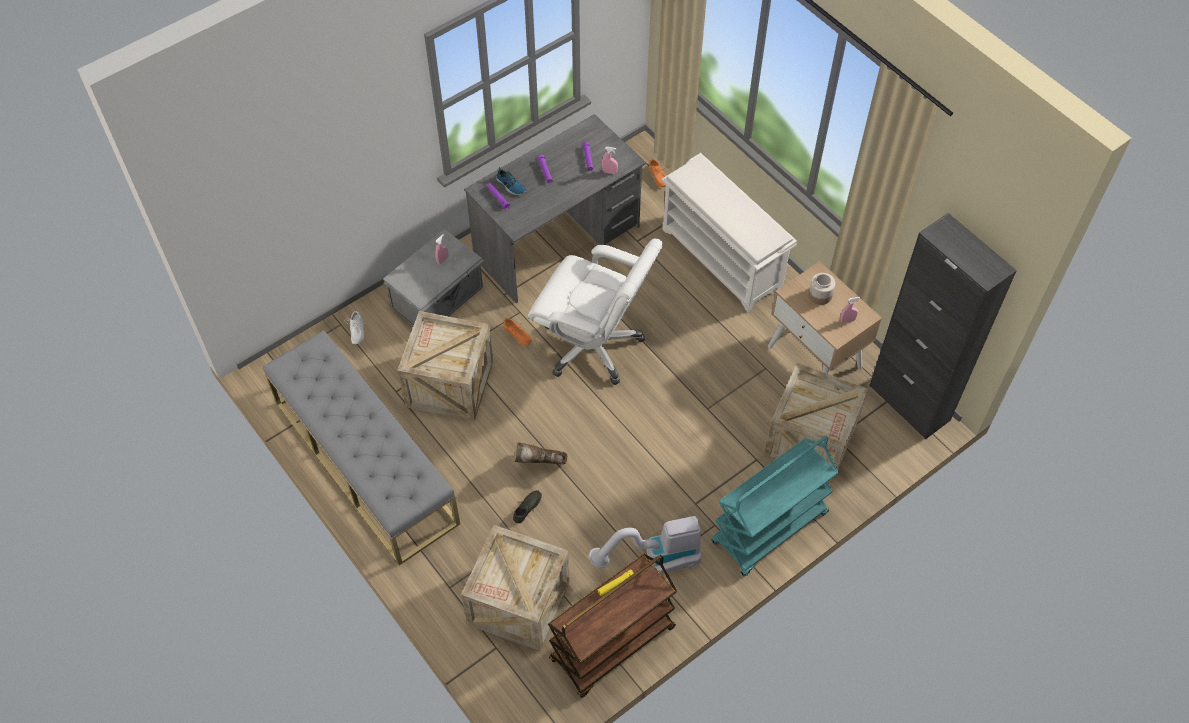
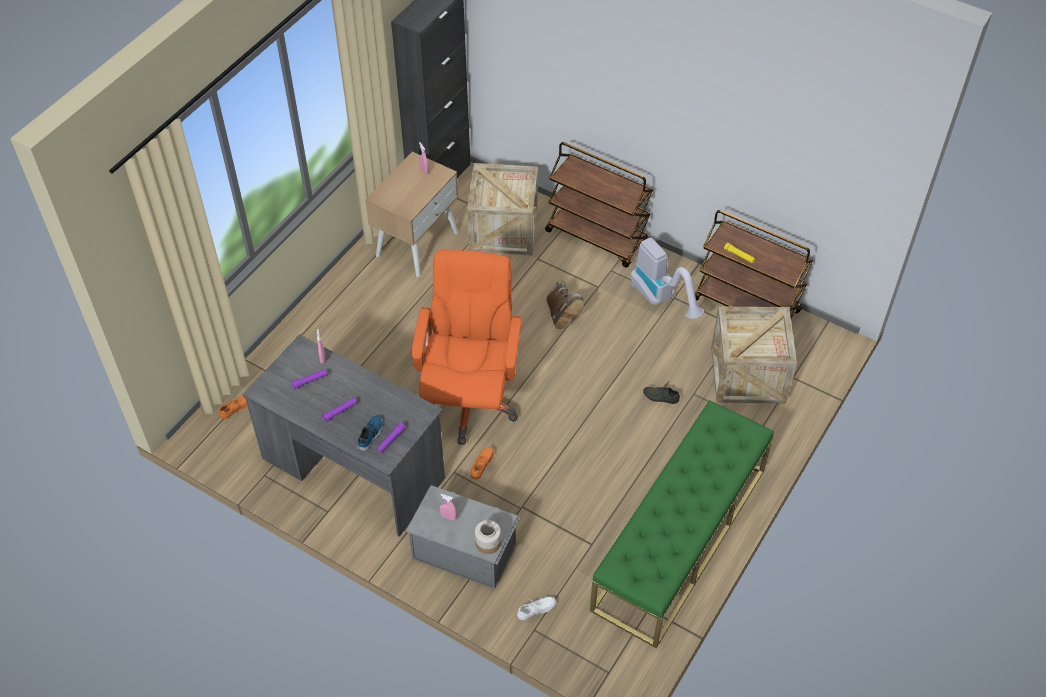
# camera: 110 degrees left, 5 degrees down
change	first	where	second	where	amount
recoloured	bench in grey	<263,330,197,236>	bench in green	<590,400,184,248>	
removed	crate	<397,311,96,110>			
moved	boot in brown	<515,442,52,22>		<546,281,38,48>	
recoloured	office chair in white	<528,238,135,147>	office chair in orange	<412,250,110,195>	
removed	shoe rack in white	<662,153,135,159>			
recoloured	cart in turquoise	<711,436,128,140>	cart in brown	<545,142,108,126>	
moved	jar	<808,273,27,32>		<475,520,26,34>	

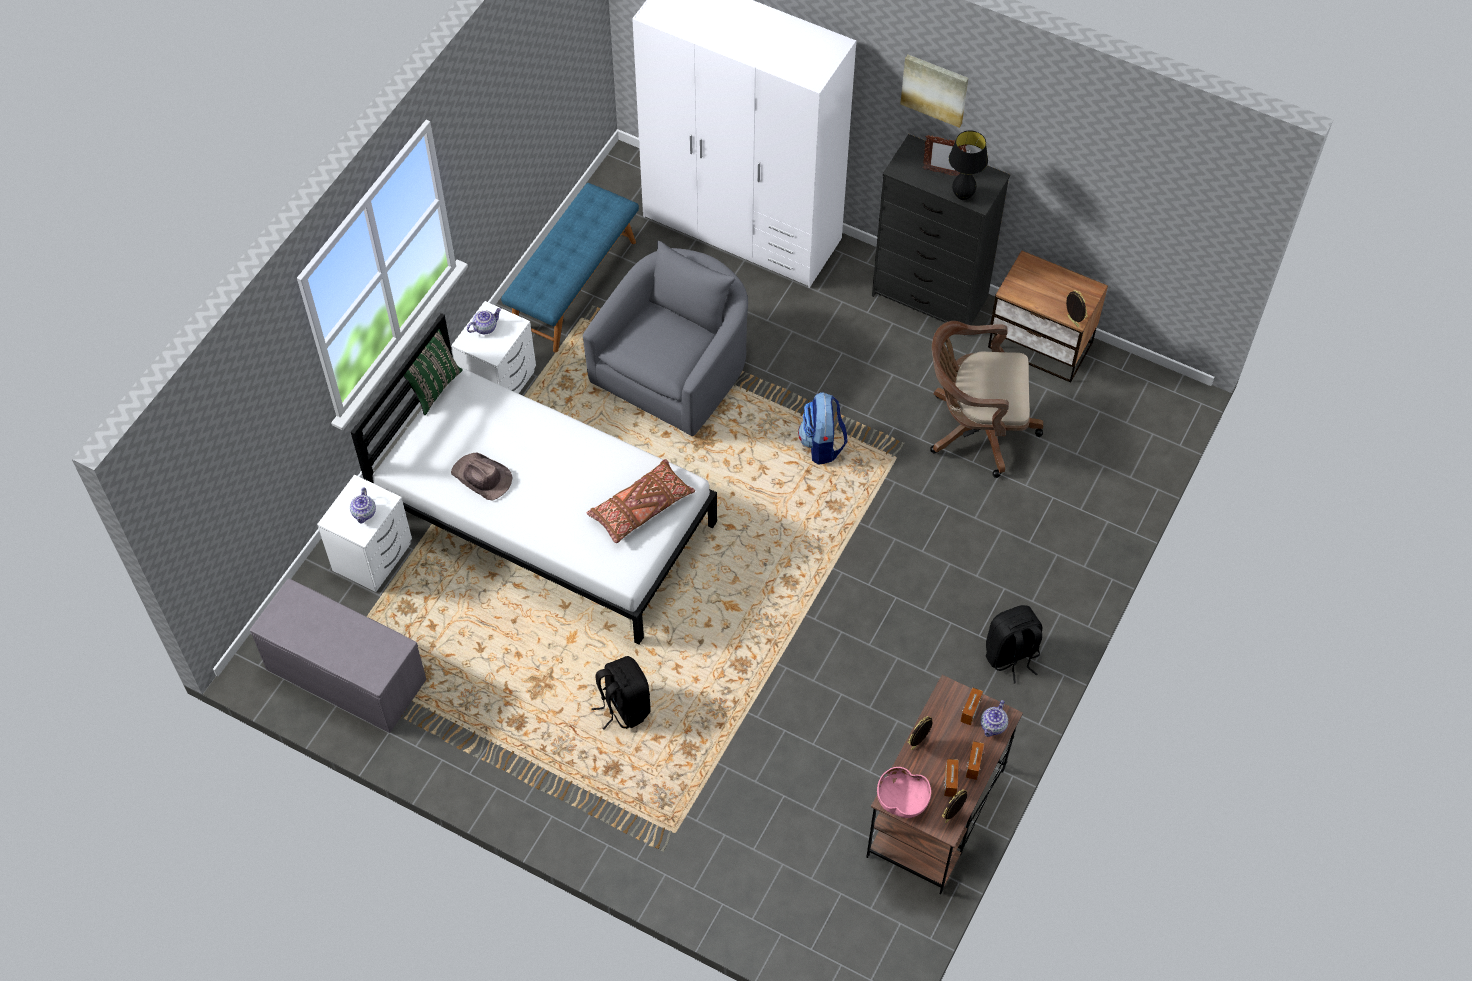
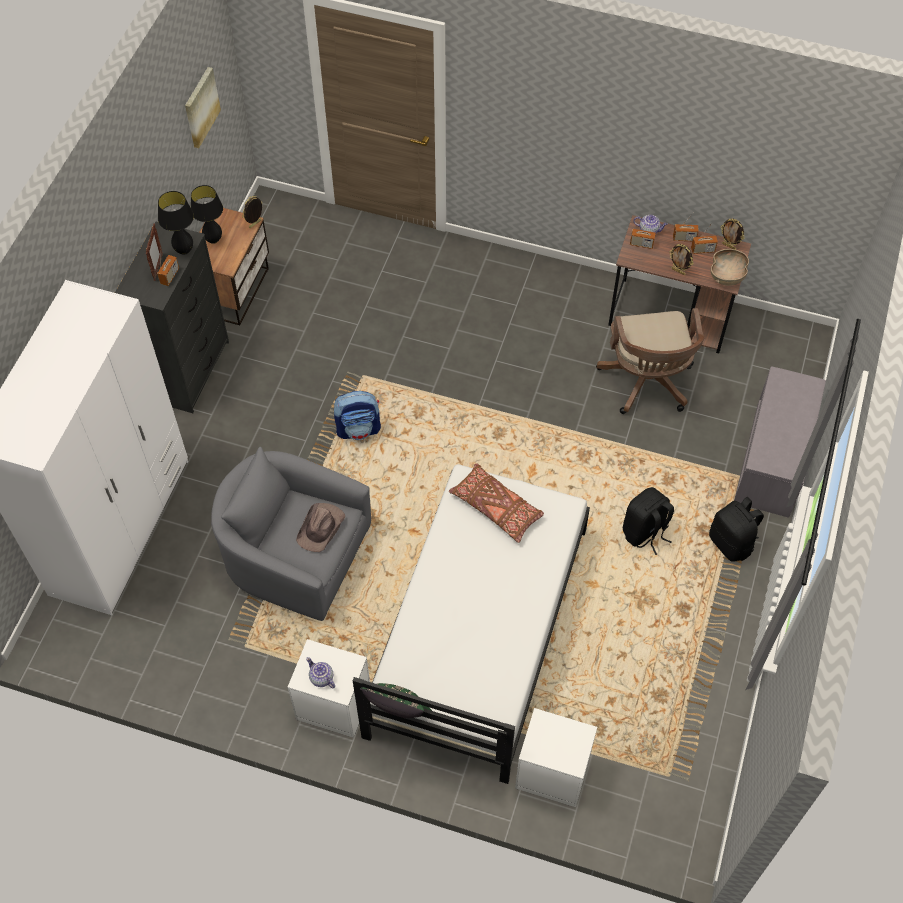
# camera: 100 degrees left, 0 degrees up
change	first	where	second	where	amount
moved	bench in grey	<250,579,177,154>		<734,366,92,152>	
removed	teapot	<350,487,26,37>			
moved	hat in brown	<451,453,61,48>		<296,503,50,49>	
removed	bench in blue	<501,183,138,170>			
recoloured	bowl in pink	<877,767,54,51>	bowl in brown	<711,249,38,37>	
moved	picture	<900,54,69,74>		<185,67,36,81>	
moved	office chair in brown	<930,321,113,157>		<596,308,108,106>	
moved	backpack in black	<986,605,56,78>		<709,497,55,65>	
added			radio	<157,248,22,38>	
added			table lamp in black	<191,185,32,59>	

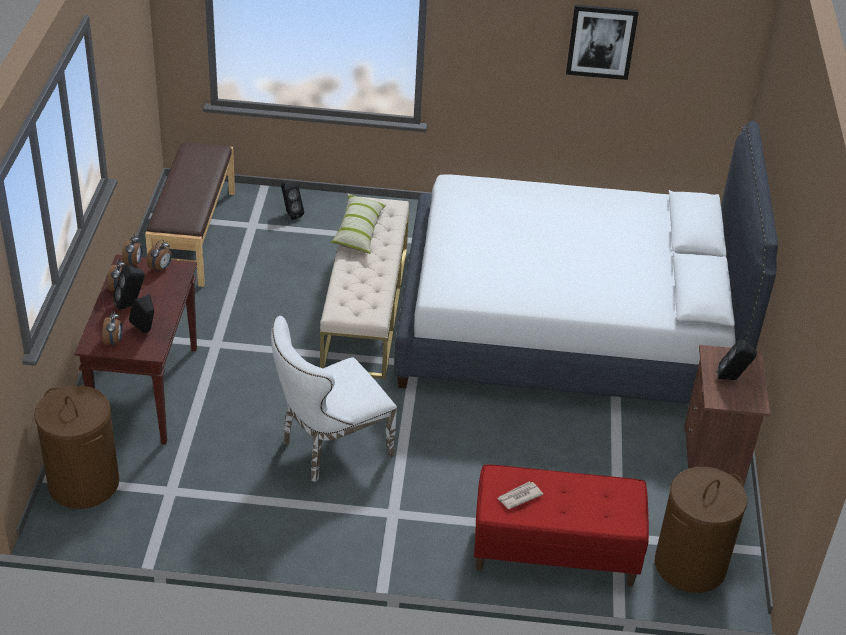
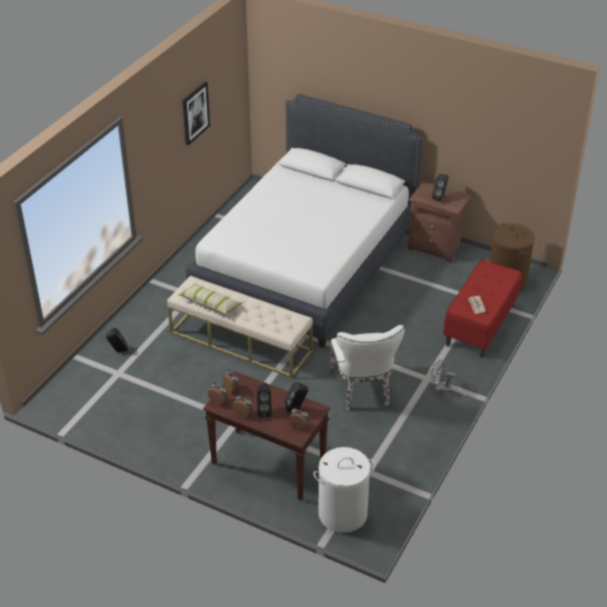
# camera: 65 degrees left, 0 degrees up
change	first	where	second	where	amount
recoloured	laundry basket in brown	<34,385,85,124>	laundry basket in white	<314,447,61,86>	
removed	bench in brown	<145,142,90,145>			
added			fan in grey	<431,360,25,32>	

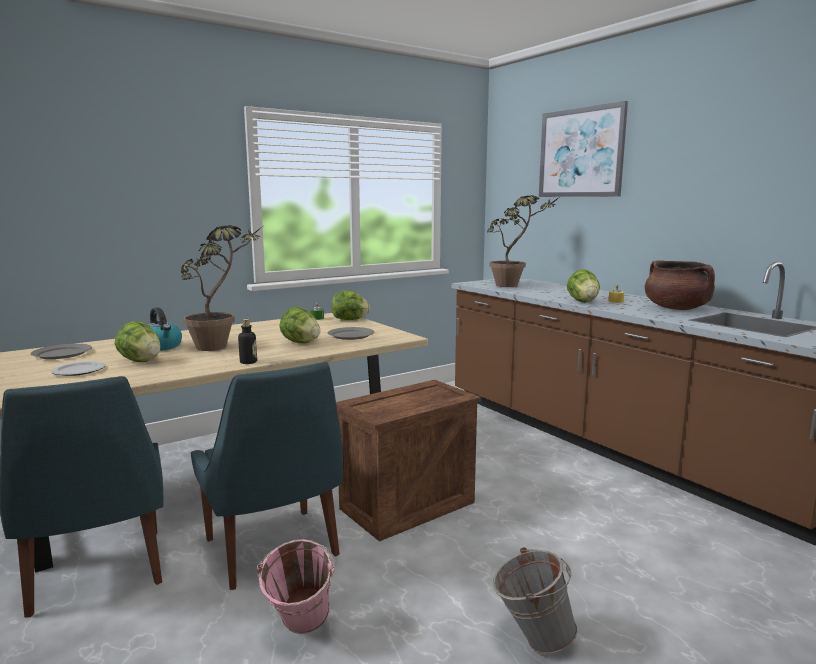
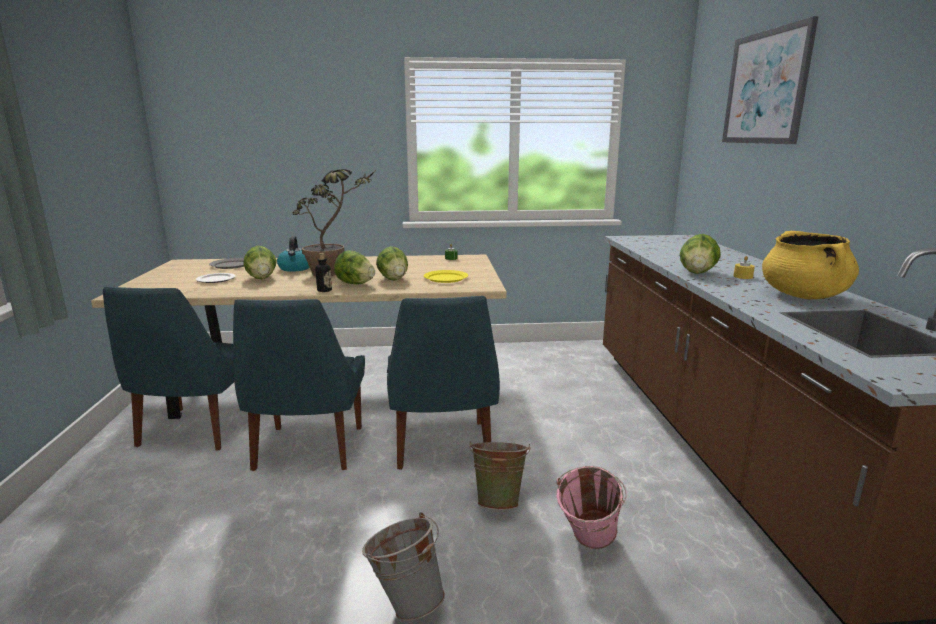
# camera: 30 degrees right, 5 degrees up
change	first	where	second	where	amount
moved	bucket in pink	<257,539,79,95>		<556,466,71,83>	
recoloured	plate in grey	<328,327,47,13>	plate in yellow	<424,270,44,13>	
moved	lettuce	<332,290,38,30>		<334,250,41,34>	
replaced	crate	<336,380,145,161>	chair in blue	<387,296,113,174>	
removed	potted plant	<487,195,71,92>			
recoloured	cooking pot in brown	<645,260,70,50>	cooking pot in yellow	<762,231,97,68>	
added			bucket in green	<469,441,61,69>	

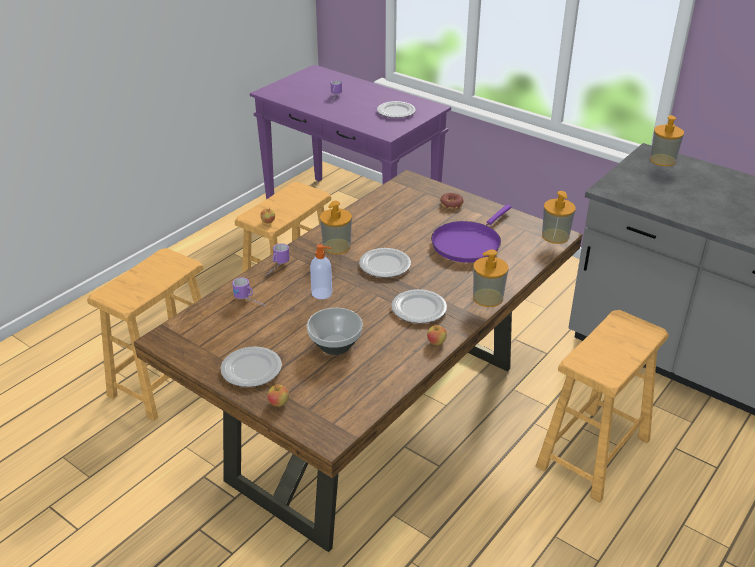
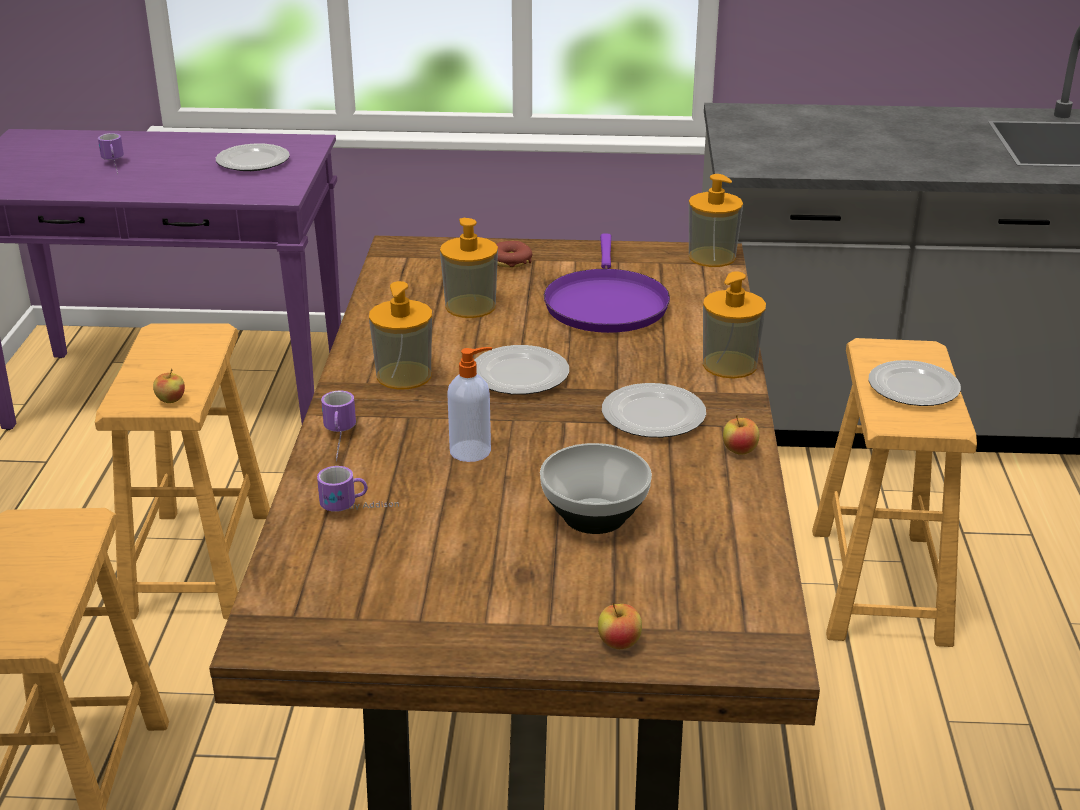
# camera: 35 degrees left, 5 degrees down
change	first	where	second	where	amount
moved	plate	<221,347,61,40>		<869,360,92,46>	
moved	soap dispenser	<650,115,34,51>		<440,218,58,100>	

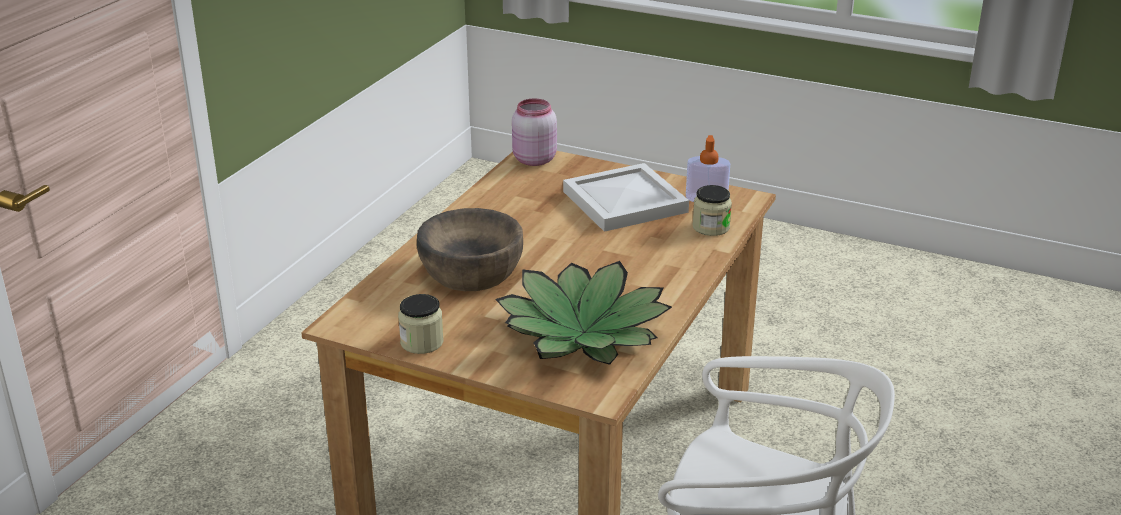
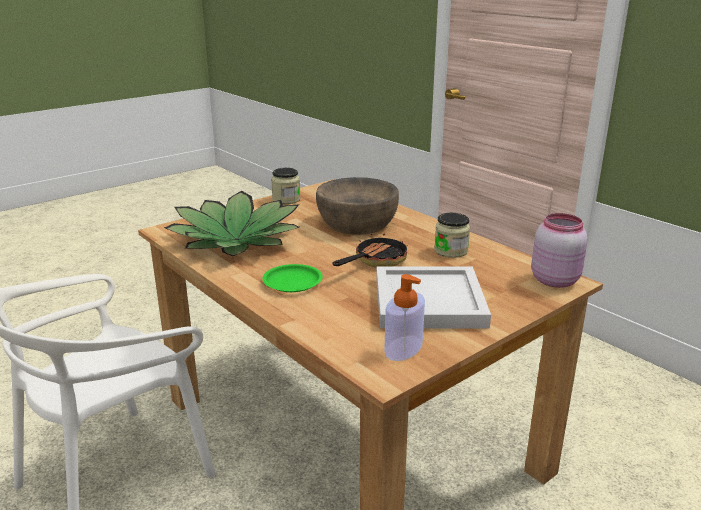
# camera: 115 degrees right, 5 degrees down
change	first	where	second	where	amount
moved	jar	<692,185,40,51>		<434,213,36,45>	
added			plate in green	<263,264,60,28>	
added			frying pan	<333,233,75,35>	

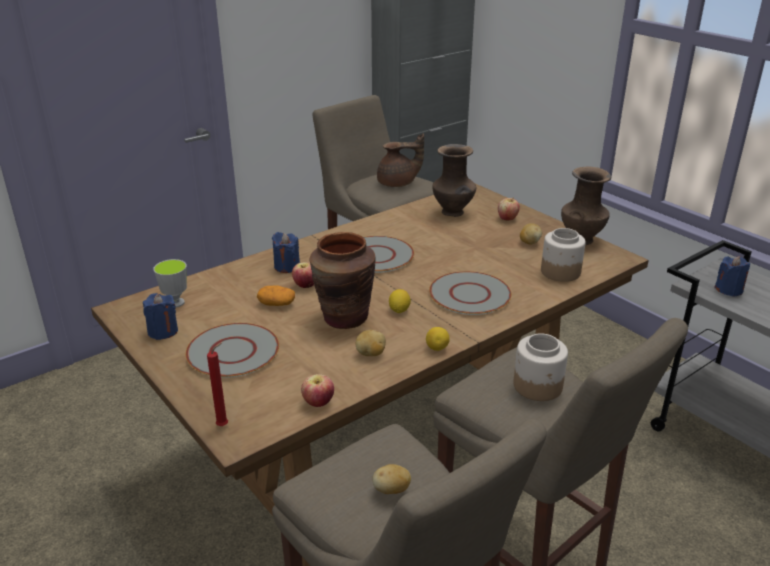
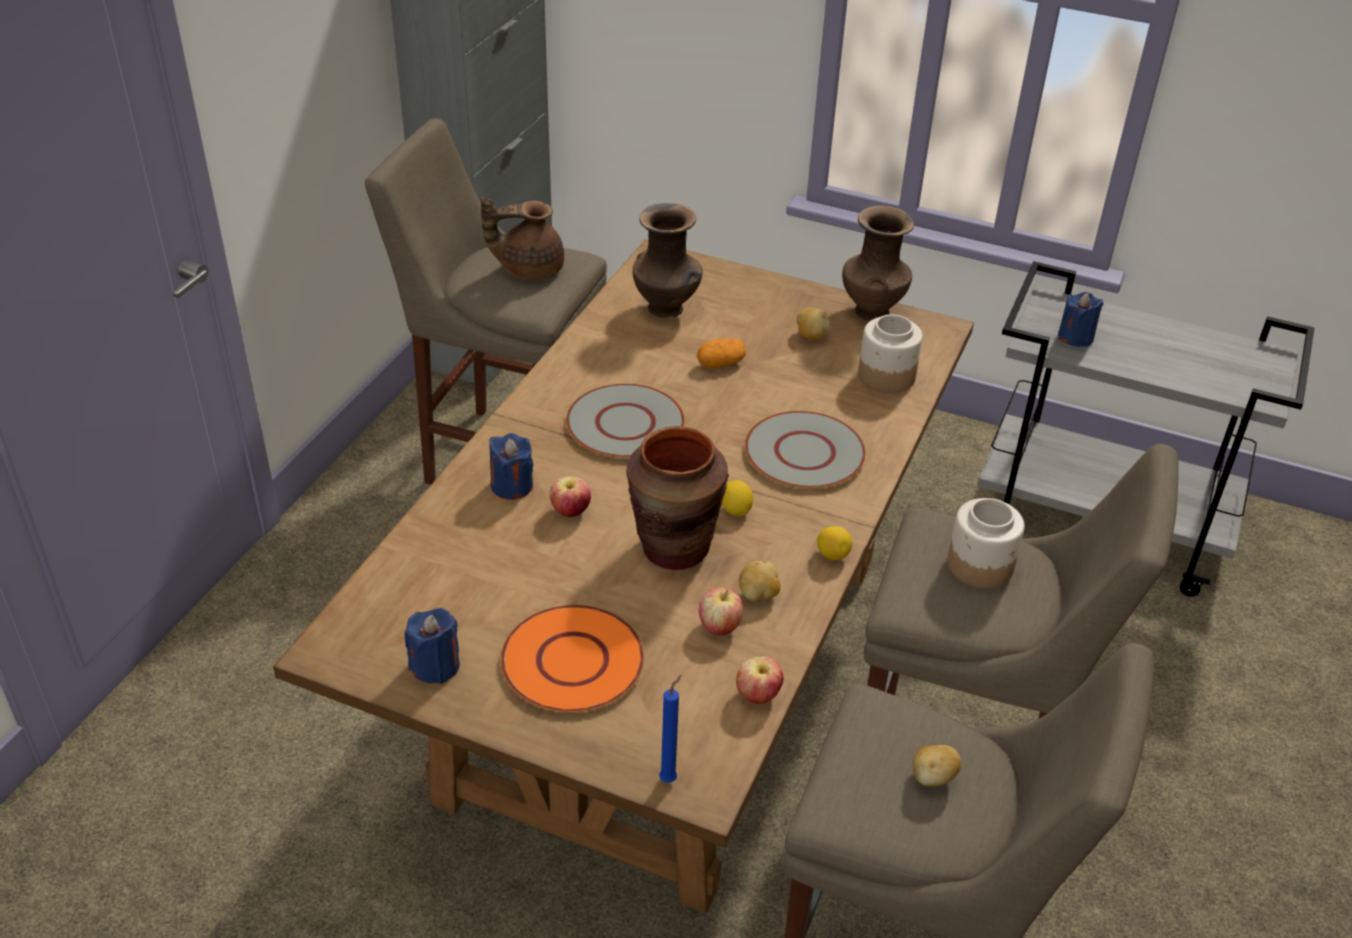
# camera: 30 degrees left, 10 degrees up
change	first	where	second	where	amount
removed	cup	<154,259,33,48>			
recoloured	plate in grey	<186,323,93,55>	plate in orange	<500,605,144,108>	
recoloured	candle in red	<207,343,21,83>	candle in blue	<659,675,22,108>	
moved	potato	<257,285,38,21>		<696,338,50,30>	
turned	teapot in brown	<377,134,47,53>		<481,197,83,83>	150 degrees counterclockwise
moved	apple	<498,197,22,24>		<699,587,45,48>	

